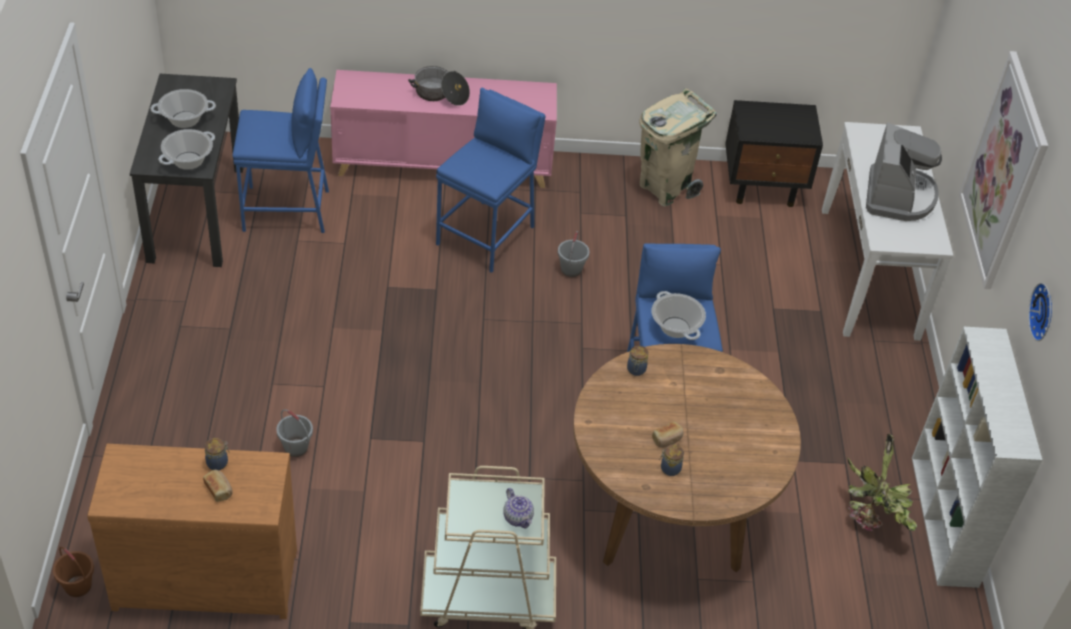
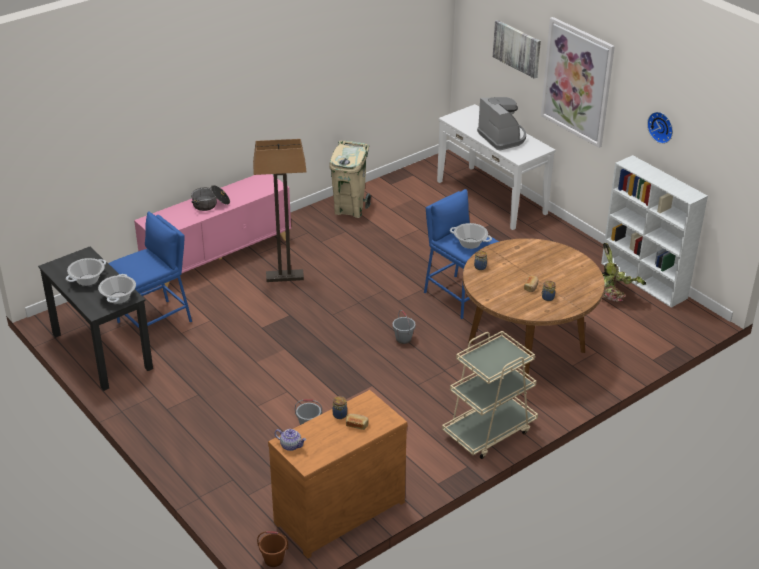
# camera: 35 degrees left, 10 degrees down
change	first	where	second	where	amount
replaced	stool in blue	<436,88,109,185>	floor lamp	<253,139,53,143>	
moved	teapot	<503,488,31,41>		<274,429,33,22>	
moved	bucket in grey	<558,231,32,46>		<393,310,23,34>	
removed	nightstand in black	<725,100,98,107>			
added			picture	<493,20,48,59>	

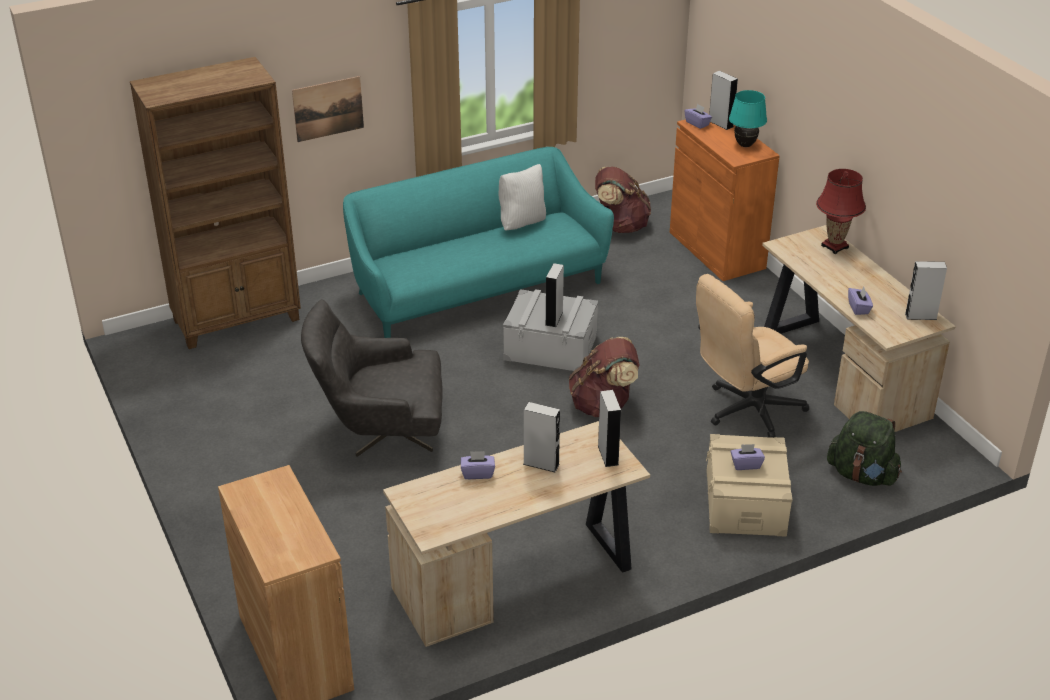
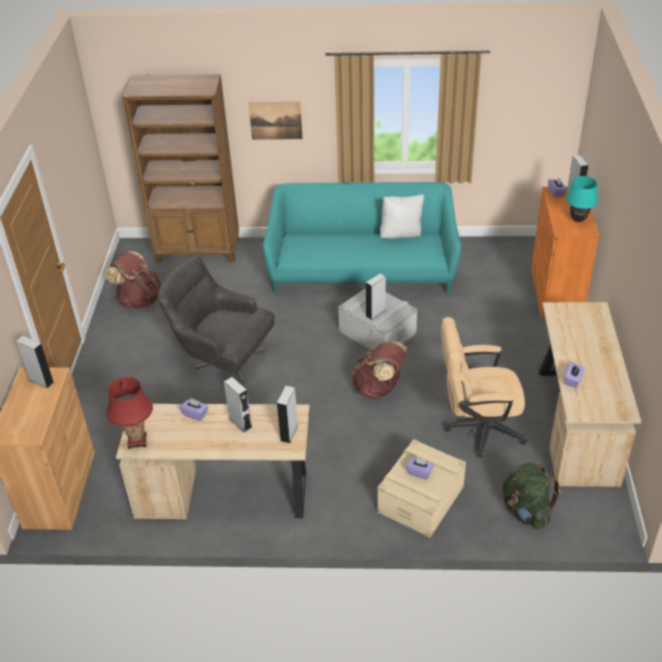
# camera: 30 degrees right, 5 degrees up
change	first	where	second	where	amount
moved	backpack in brown	<595,166,56,67>		<105,251,56,58>	
moved	table lamp in red	<816,169,50,85>		<106,377,47,72>	
moved	speaker in grey	<905,261,42,59>		<16,336,38,52>	

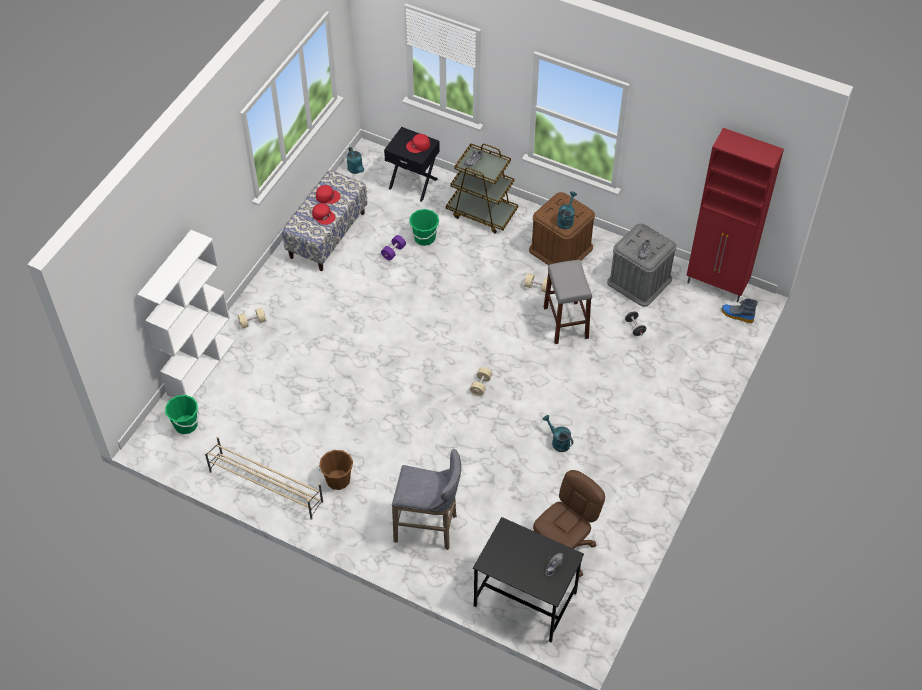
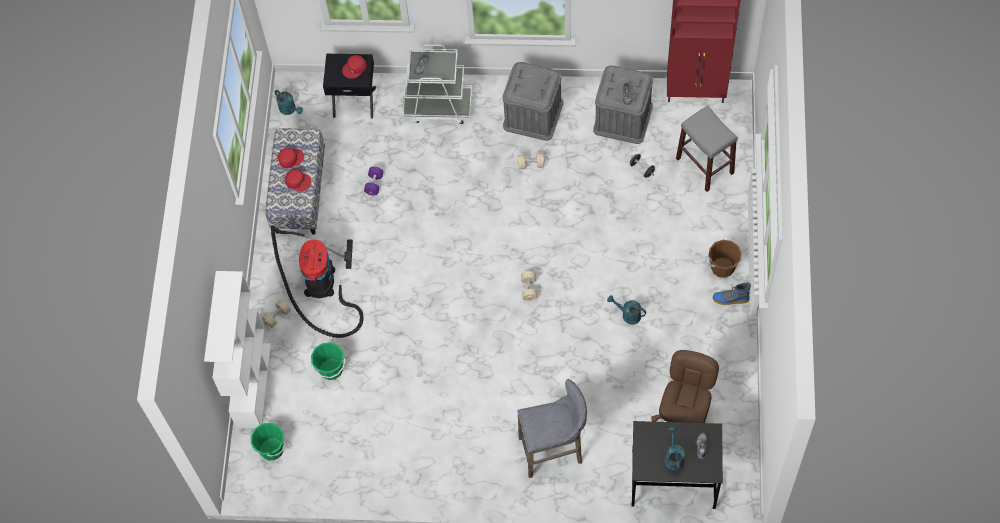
# camera: 20 degrees left, 10 degrees up
change	first	where	second	where	amount
removed	shoe rack in beige	<205,436,118,84>			
moved	bucket in brown	<319,450,34,40>		<708,240,34,38>	
moved	bucket in green	<409,209,30,37>		<311,342,34,38>	
recoloured	cart in brown	<446,143,72,90>	cart in white	<402,45,70,79>	
recoloured	storage box in brown	<529,192,66,73>	storage box in grey	<502,62,61,79>	
moved	stool in grey	<544,260,48,84>		<676,106,62,86>	
moved	watering can in turquoise	<557,191,20,38>		<665,426,20,45>	
moved	boot	<721,297,37,26>		<713,282,38,23>	
added			vacuum cleaner	<271,225,93,113>	

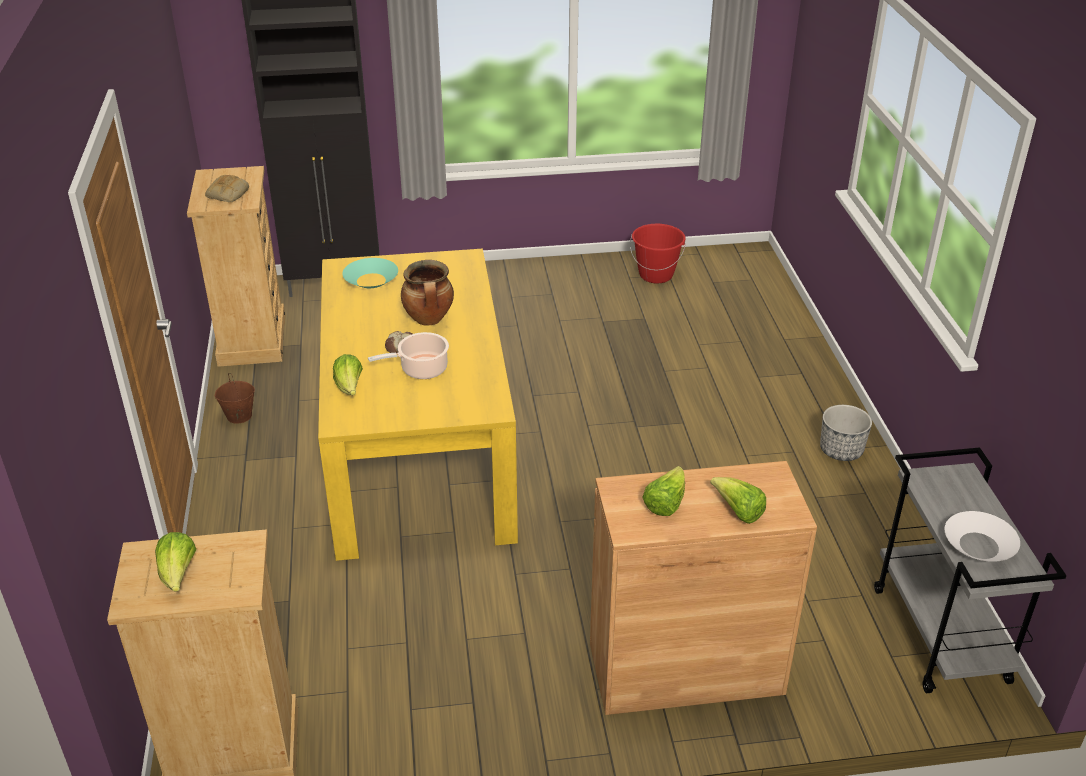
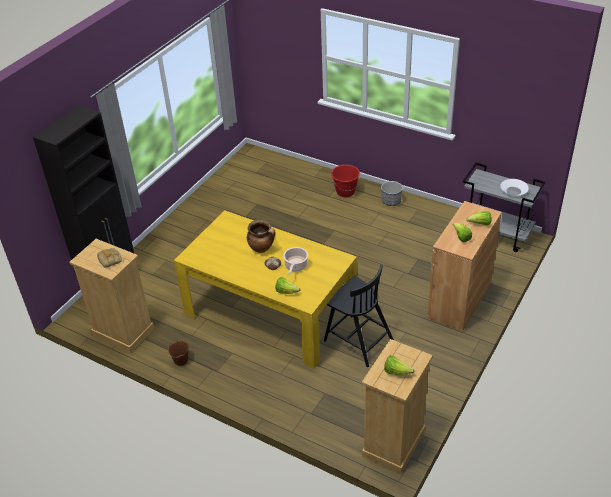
# camera: 50 degrees left, 5 degrees up
change	first	where	second	where	amount
removed	bowl in turquoise	<342,258,56,30>			
moved	bucket in red	<630,224,56,59>		<331,165,29,32>	
added			chair in black	<324,264,70,103>	

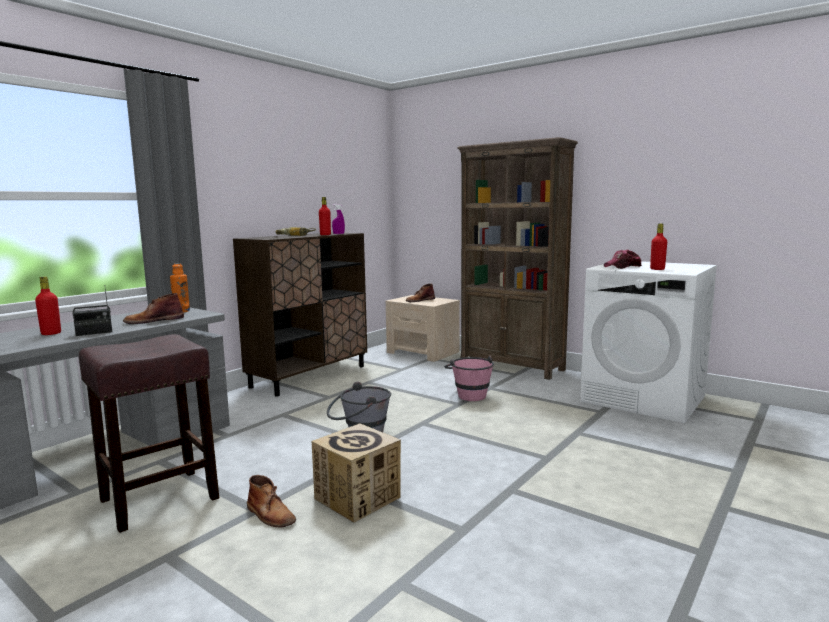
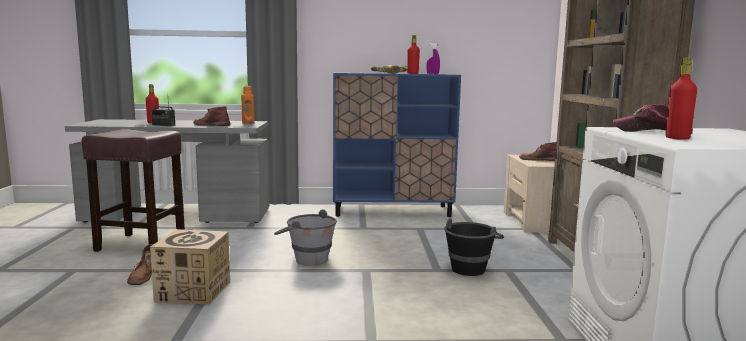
# camera: 50 degrees right, 0 degrees up
change	first	where	second	where	amount
recoloured	cabinet in brown	<233,232,134,165>	cabinet in blue	<333,73,128,144>	
recoloured	bucket in pink	<445,356,49,45>	bucket in black	<444,219,60,57>	

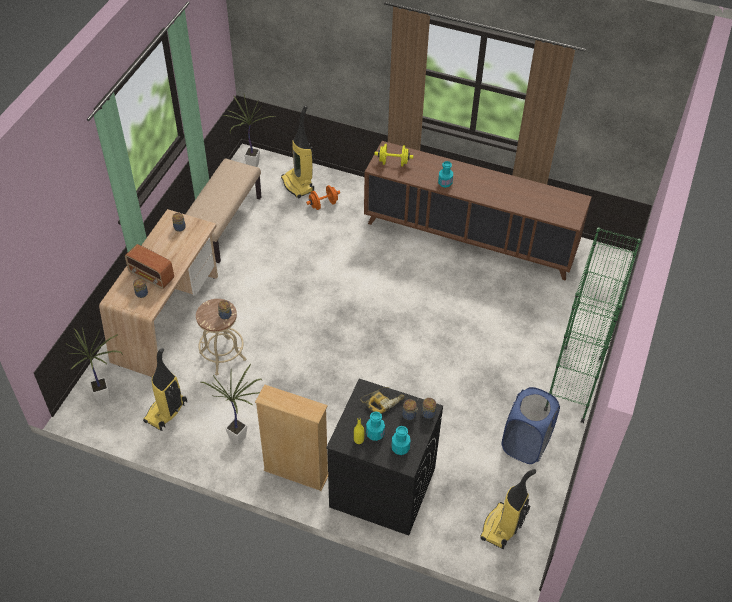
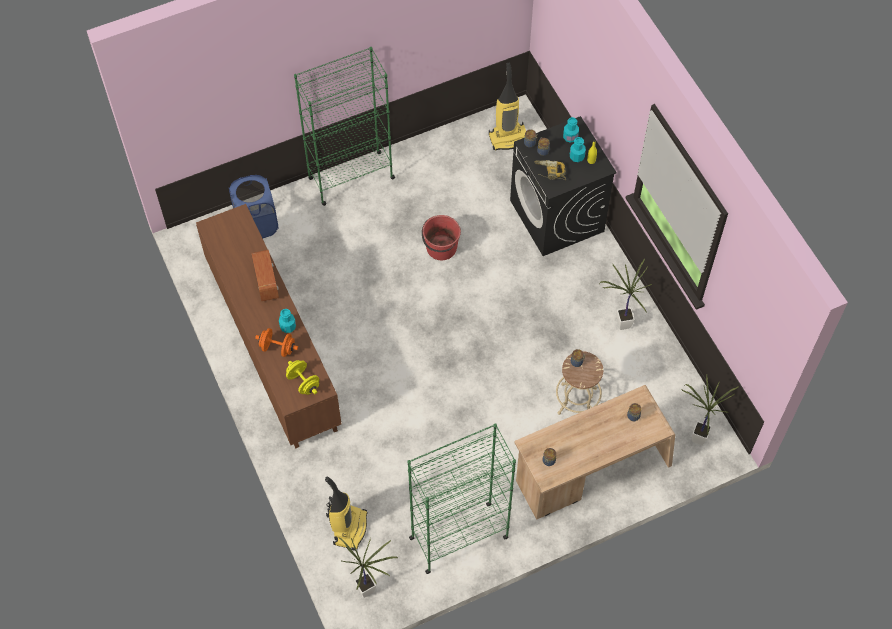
# camera: 135 degrees left, 10 degrees up
change	first	where	second	where	amount
moved	radio	<125,244,49,45>		<251,250,28,52>	
removed	vacuum cleaner	<143,348,44,83>			
replaced	bench in beige	<185,159,76,104>	bookcase in green	<407,423,109,151>	
removed	bookcase in beige	<255,384,73,107>			
moved	dumbbell in orange	<306,185,34,25>		<255,328,43,29>	
moved	laundry basket in blue	<502,387,58,77>		<229,175,49,63>	
added			bucket in red	<422,215,39,45>	

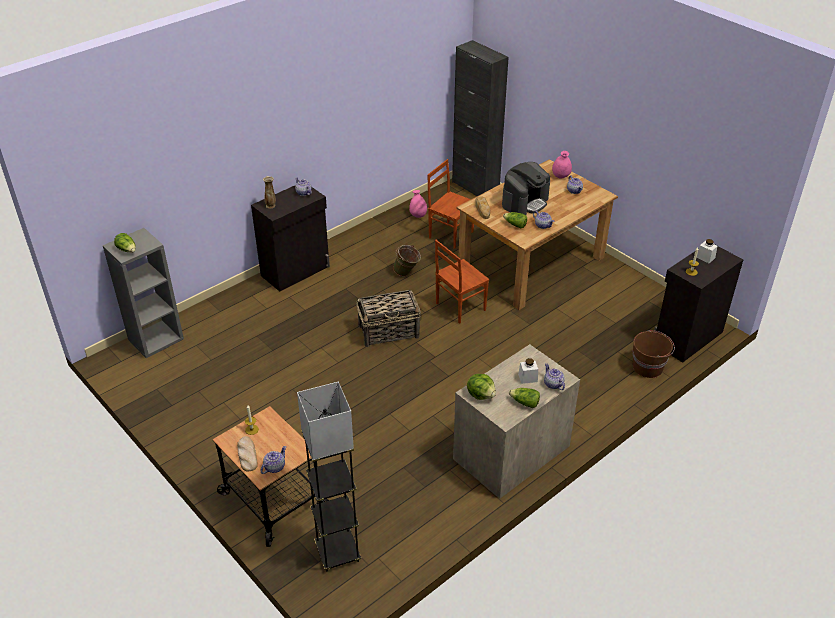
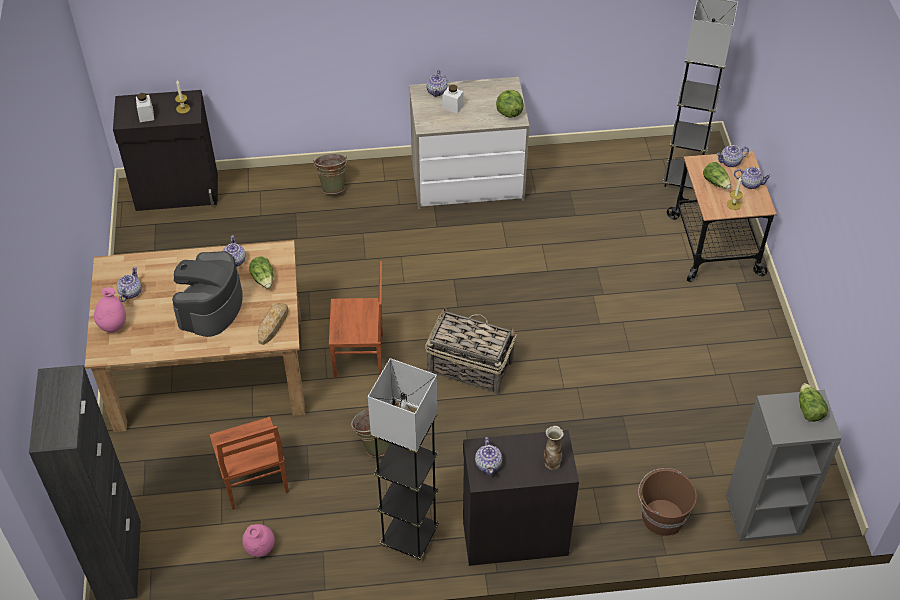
# camera: 145 degrees left, 10 degrees up
change	first	where	second	where	amount
replaced	bread	<237,436,21,36>	teapot	<734,167,38,22>	
turned	coffee machine	<502,162,48,53>		<172,251,71,86>	60 degrees counterclockwise
moved	lettuce	<509,388,31,20>		<703,162,28,27>	
moved	bucket in brown	<632,330,43,48>		<638,468,59,68>	
added			bucket in green	<313,154,34,40>	
added			floor lamp in grey	<368,358,71,203>	

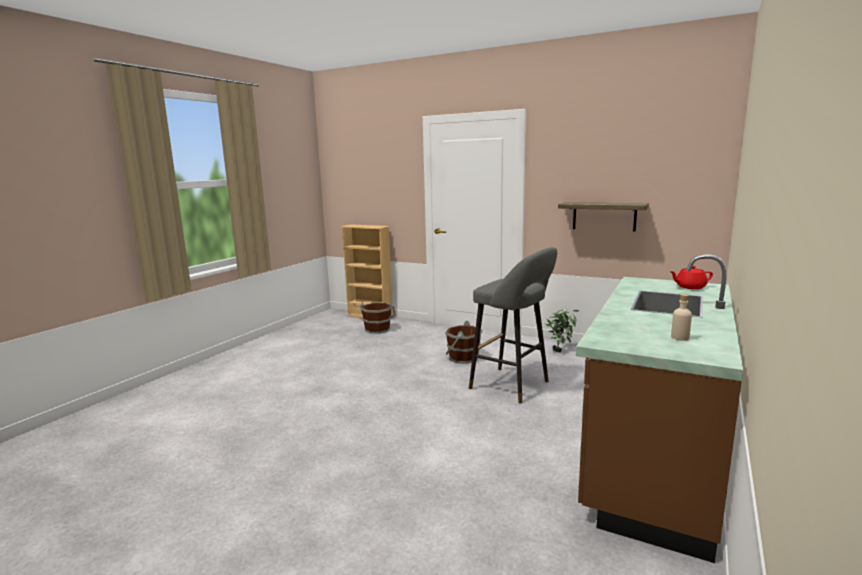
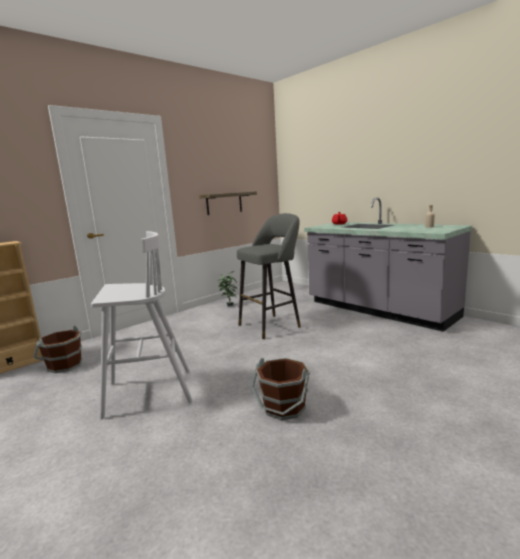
# camera: 70 degrees left, 0 degrees up
change	first	where	second	where	amount
moved	bucket in brown	<445,321,37,43>		<251,358,59,62>	
recoloured	counter in brown	<576,255,167,308>	counter in grey	<304,197,168,135>	
added			stool in white	<91,231,102,188>	

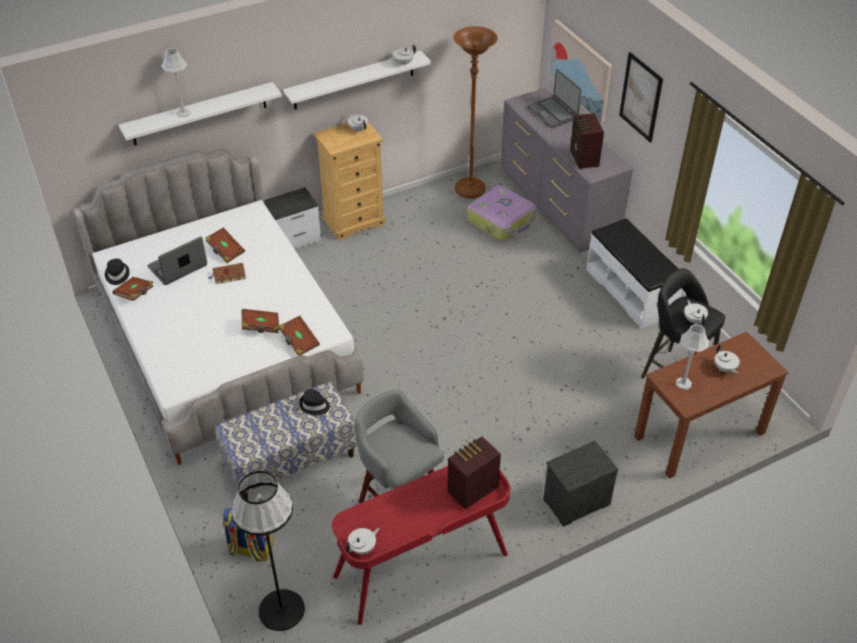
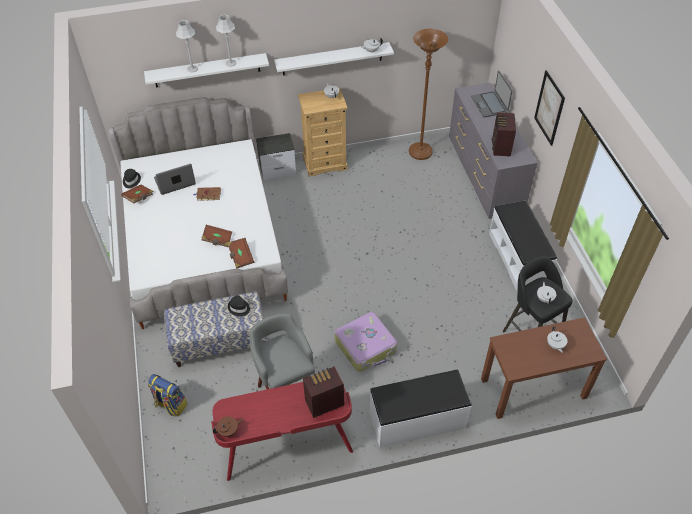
# camera: 15 degrees right, 5 degrees up
change	first	where	second	where	amount
removed	book in brown	<205,228,40,35>			
removed	floor lamp in black	<231,471,74,160>			
recoloured	teapot in white	<345,528,34,27>	teapot in brown	<213,416,30,21>	
moved	suitcase	<467,185,69,56>		<334,312,63,60>	
replaced	nightstand	<542,441,76,86>	bench in white	<370,370,102,78>	
removed	picture	<549,19,63,103>			
moved	table lamp in grey	<676,324,33,66>		<216,14,20,53>	

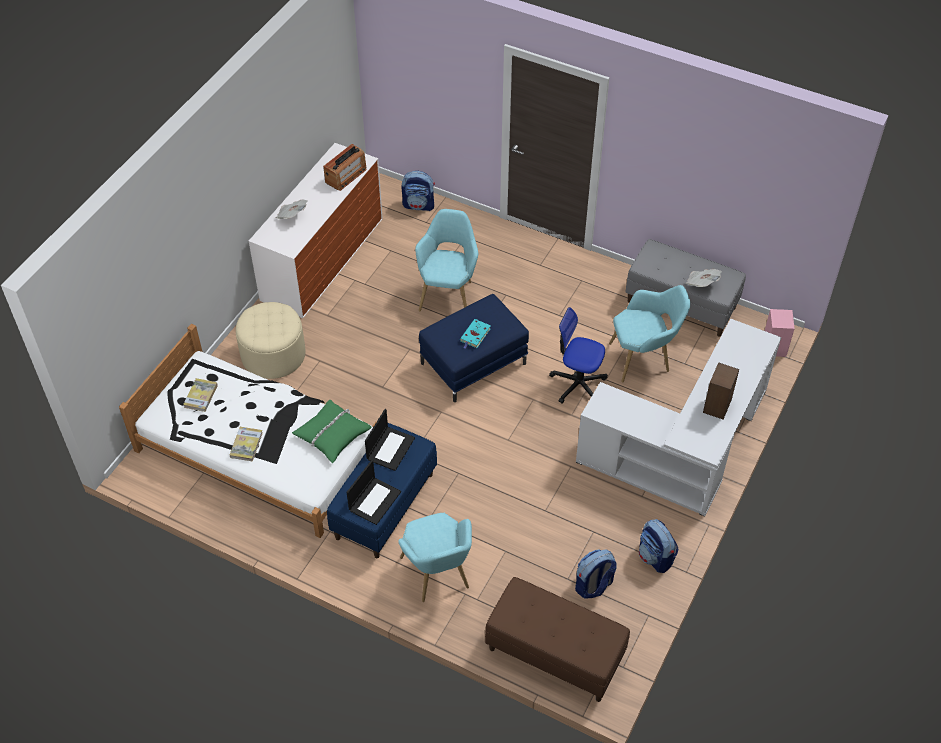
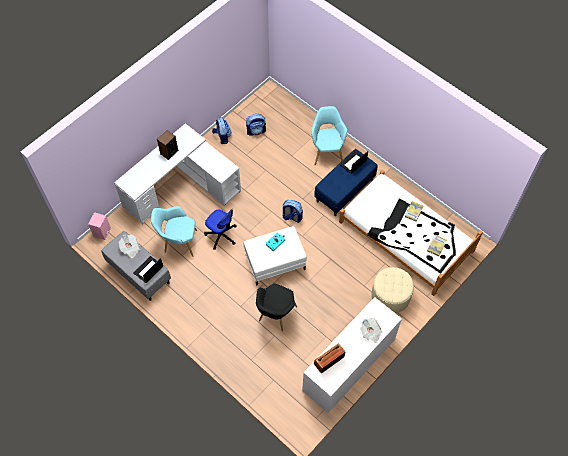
# camera: 165 degrees left, 10 degrees up
change	first	where	second	where	amount
removed	pillow in green	<292,400,80,63>			
moved	laptop	<365,409,50,62>		<134,256,29,27>	
moved	backpack	<402,171,33,40>		<282,200,21,23>	
recoloured	armchair in turquoise	<415,209,63,102>	armchair in black	<256,283,41,48>	
recoloured	ottoman in blue	<419,294,110,108>	ottoman in white	<244,226,63,59>	
removed	bench in brown	<485,577,145,125>			

